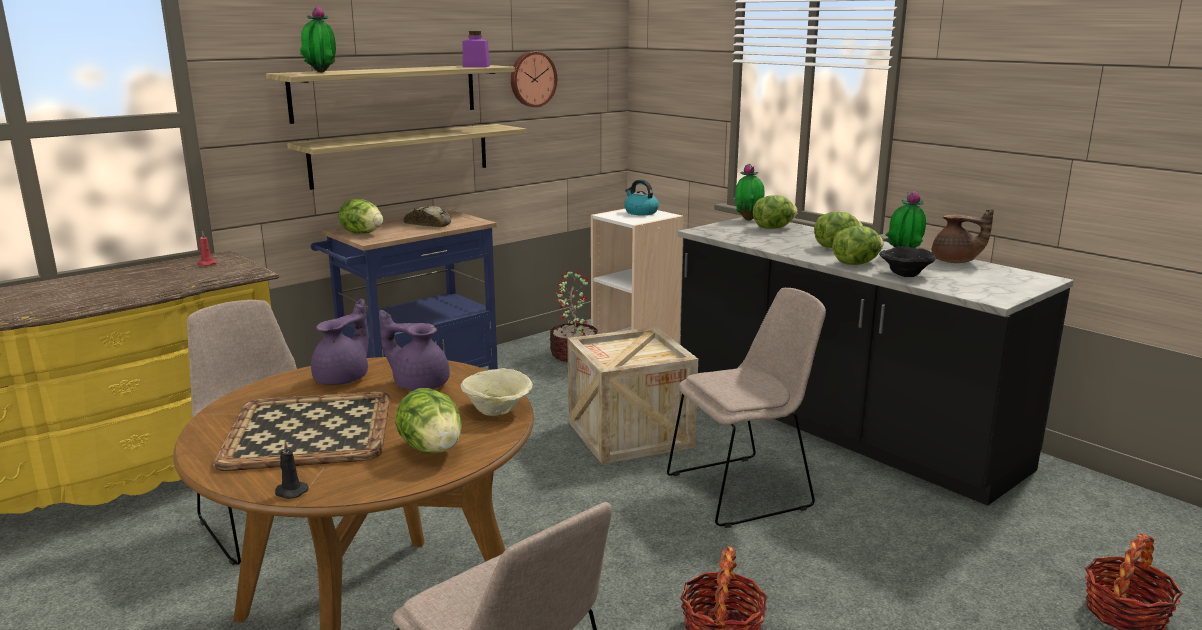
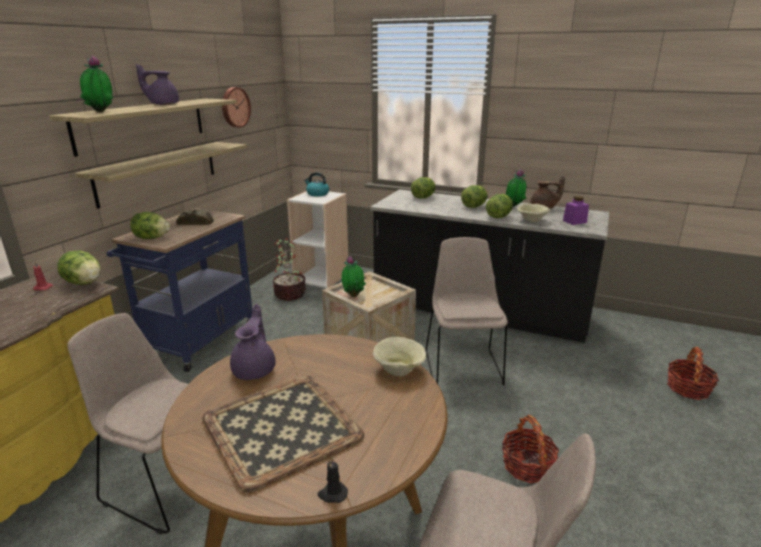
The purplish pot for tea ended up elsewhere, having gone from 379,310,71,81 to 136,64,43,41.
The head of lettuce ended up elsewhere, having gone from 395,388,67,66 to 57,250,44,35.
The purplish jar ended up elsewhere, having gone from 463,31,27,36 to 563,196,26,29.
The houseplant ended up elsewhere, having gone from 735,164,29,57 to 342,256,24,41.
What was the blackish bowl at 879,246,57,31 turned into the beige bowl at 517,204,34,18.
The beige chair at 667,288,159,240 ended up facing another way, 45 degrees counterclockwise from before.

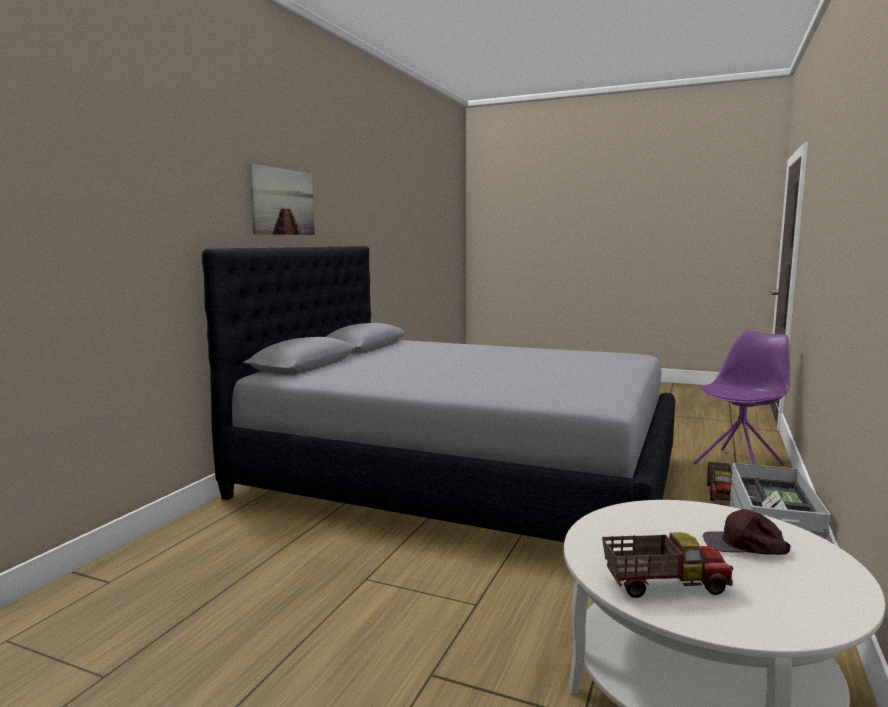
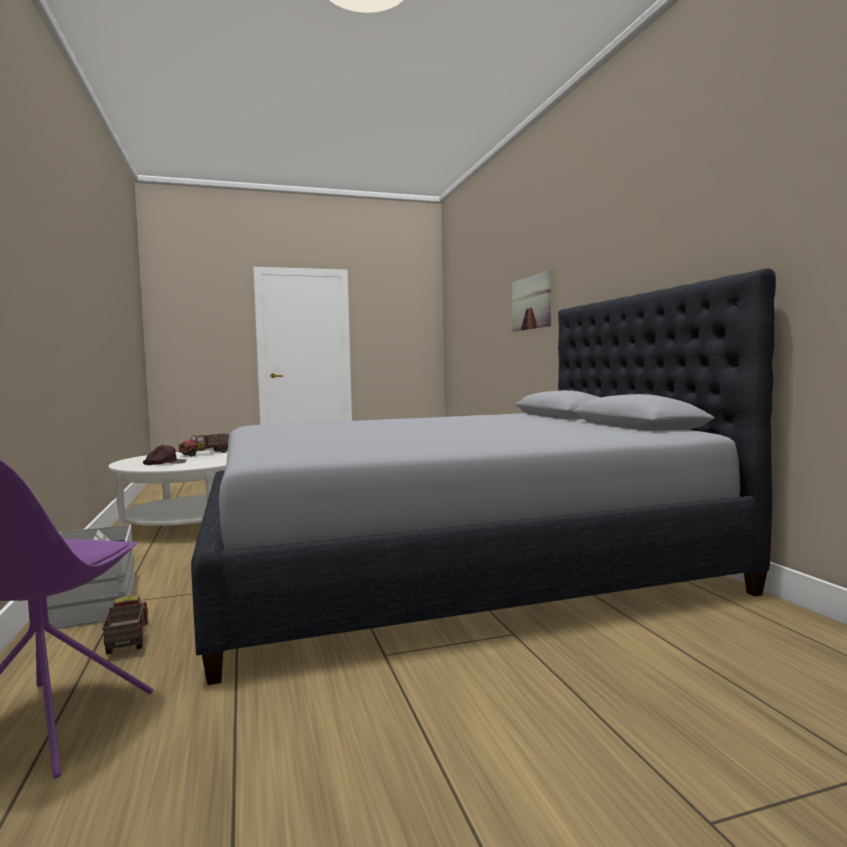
The wall picture ended up elsewhere, having gone from 249,164,66,71 to 512,270,39,62.

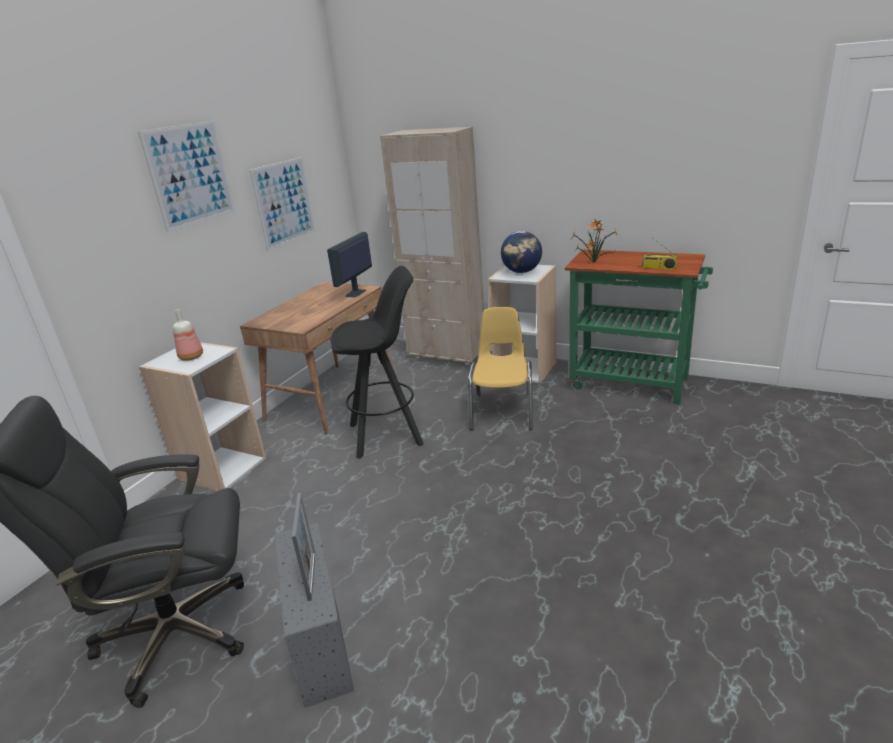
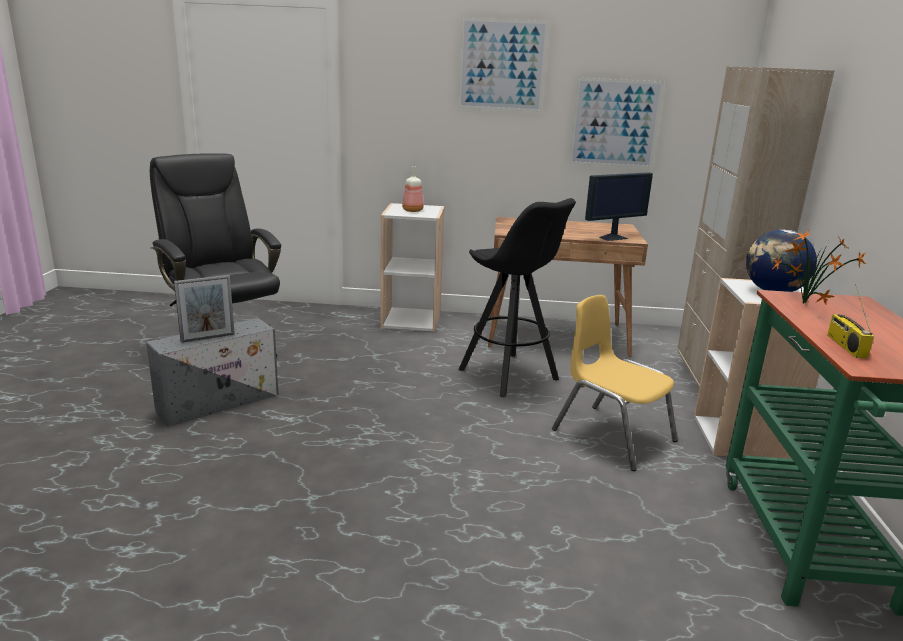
The computer display at 327,232,45,66 ended up facing another way, 150 degrees clockwise from before.
The yellow-coloured chair at 468,307,65,123 ended up facing another way, 120 degrees counterclockwise from before.

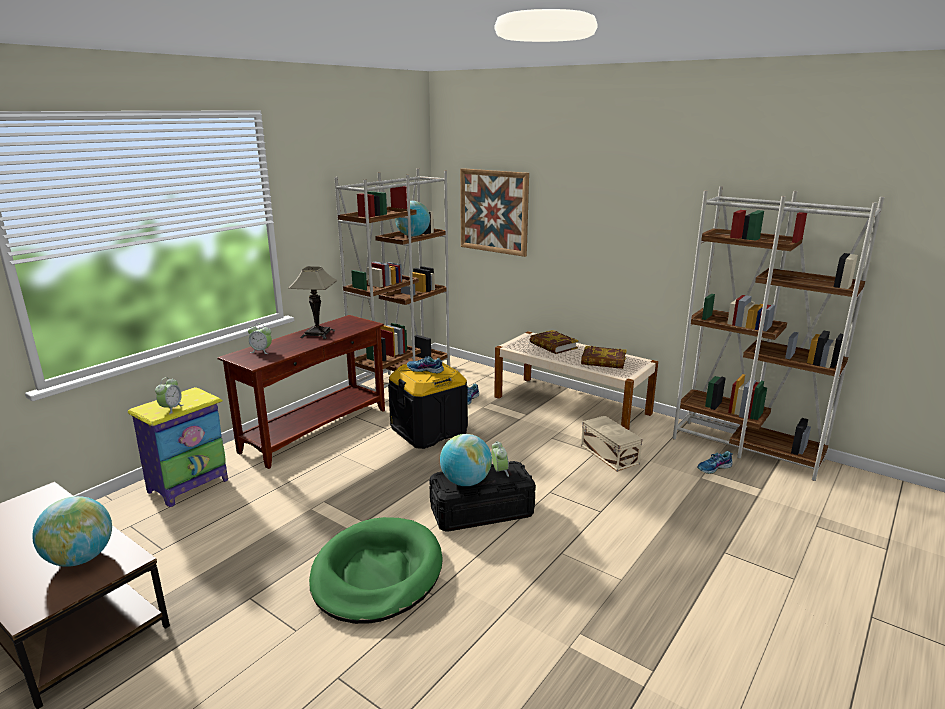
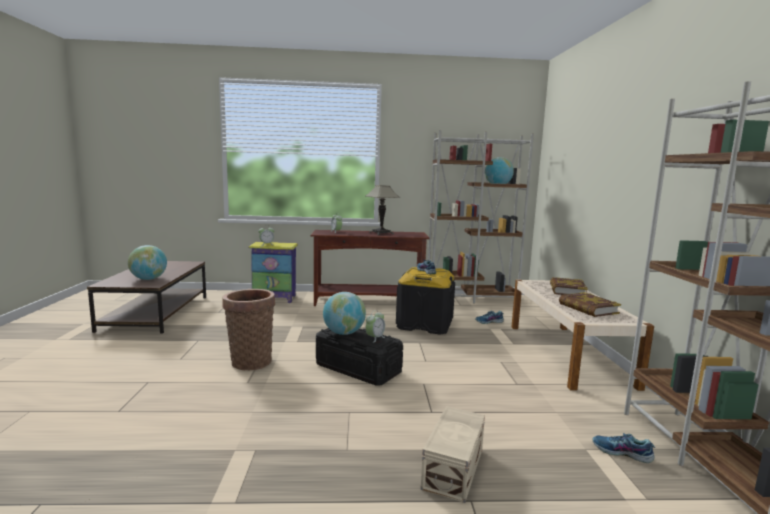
The second view lost the wall picture at 460,168,69,89.
The beige storage bin ended up elsewhere, having gone from 581,416,61,56 to 421,406,64,97.
Where the green-coloured dog cushion stood at 309,517,134,107, the basket came to stand at 222,289,53,81.

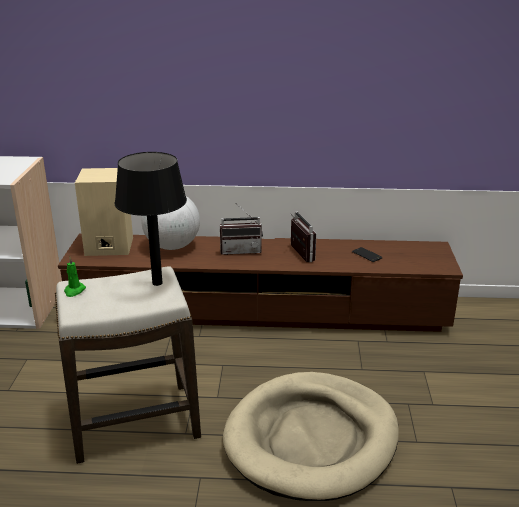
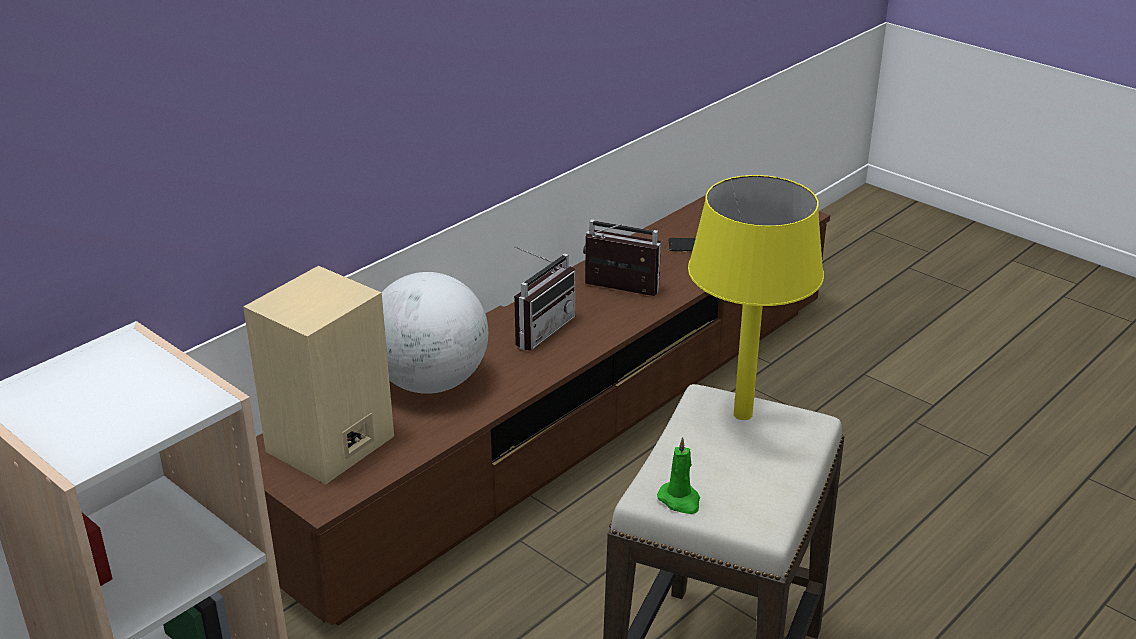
The second view lost the beige dog cushion at 223,372,175,129.
What was the blackish tabletop lamp at 115,152,72,134 turned into the yellow-coloured tabletop lamp at 688,175,136,245.

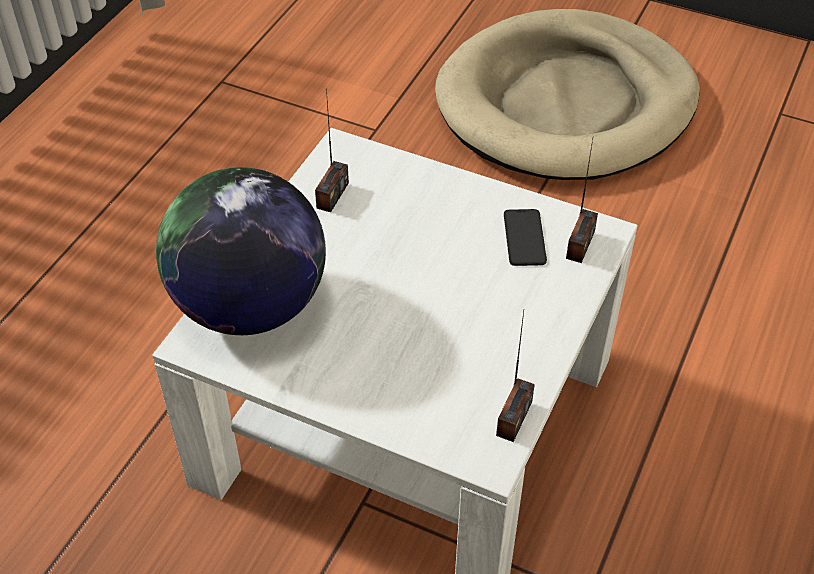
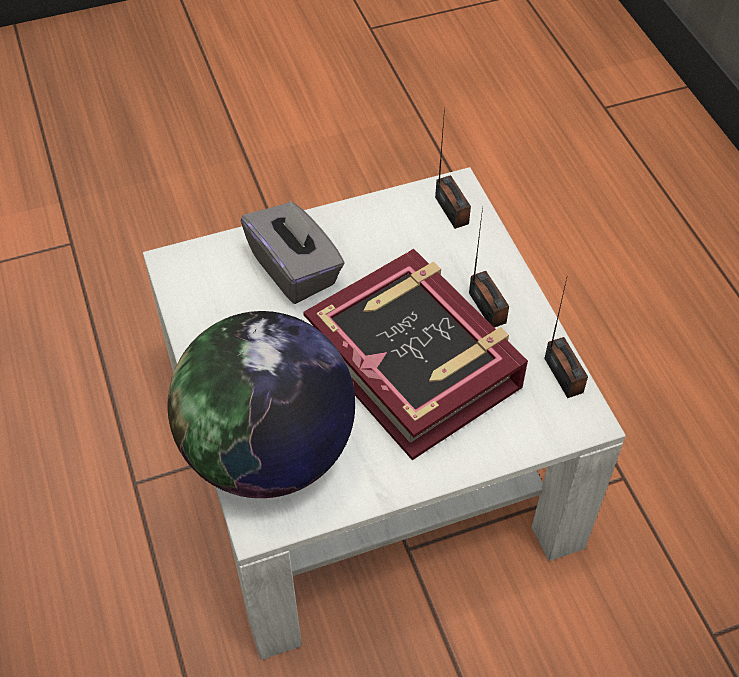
The second view lost the beige dog cushion at 435,9,265,171.
The second view lost the phone at 504,209,43,57.
The second view gained the grey tissue holder at 241,200,104,104.
The second view gained the book at 303,249,225,211.
The radio receiver ended up elsewhere, having gone from 315,88,34,124 to 469,207,40,121.

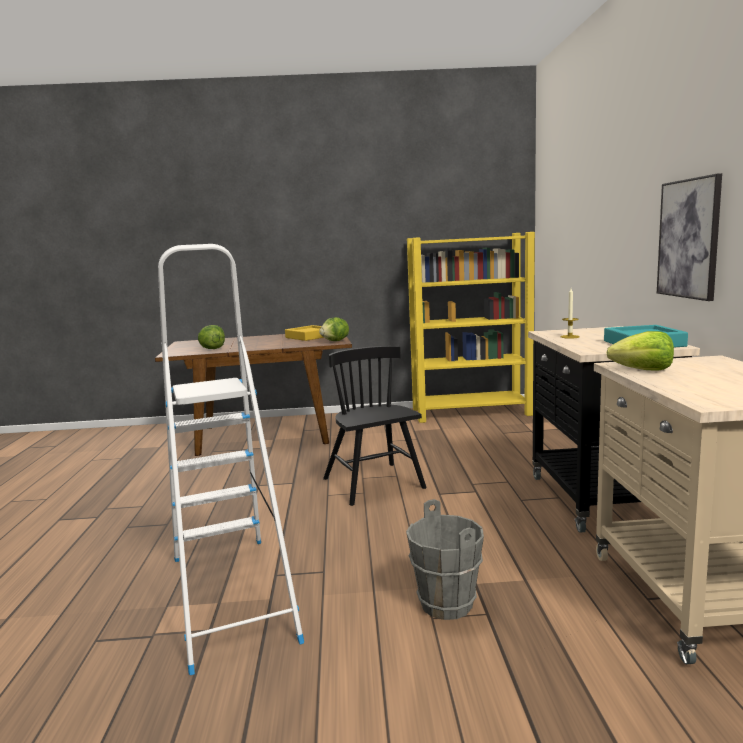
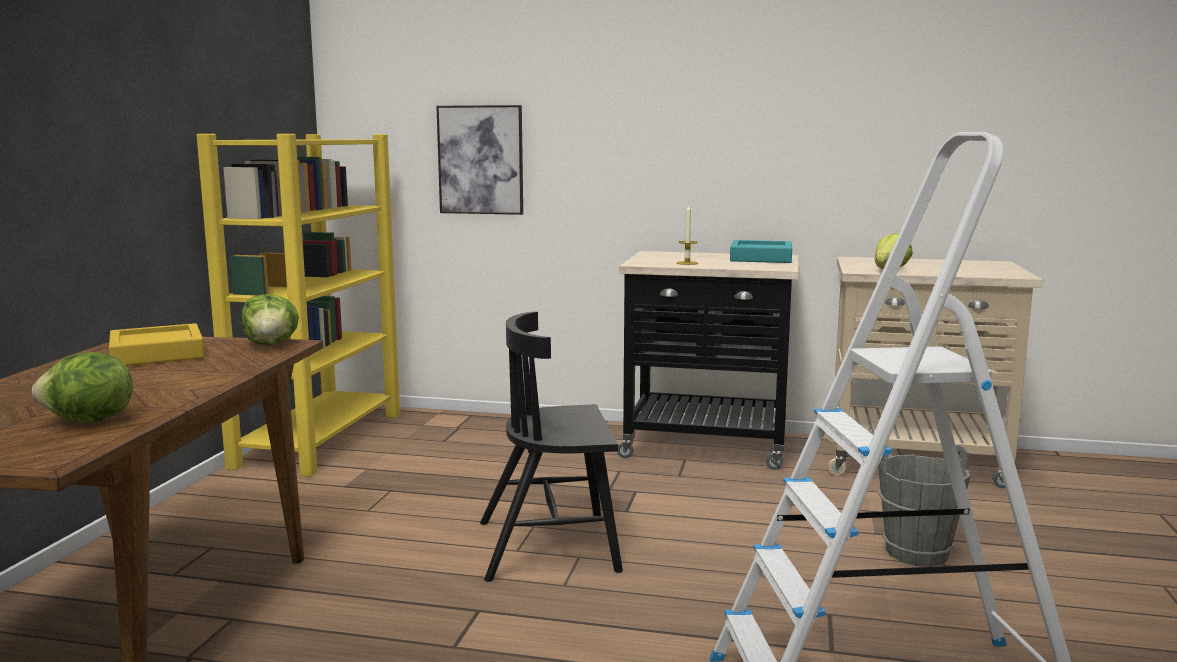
The wall picture ended up elsewhere, having gone from 657,173,65,128 to 436,105,87,110.

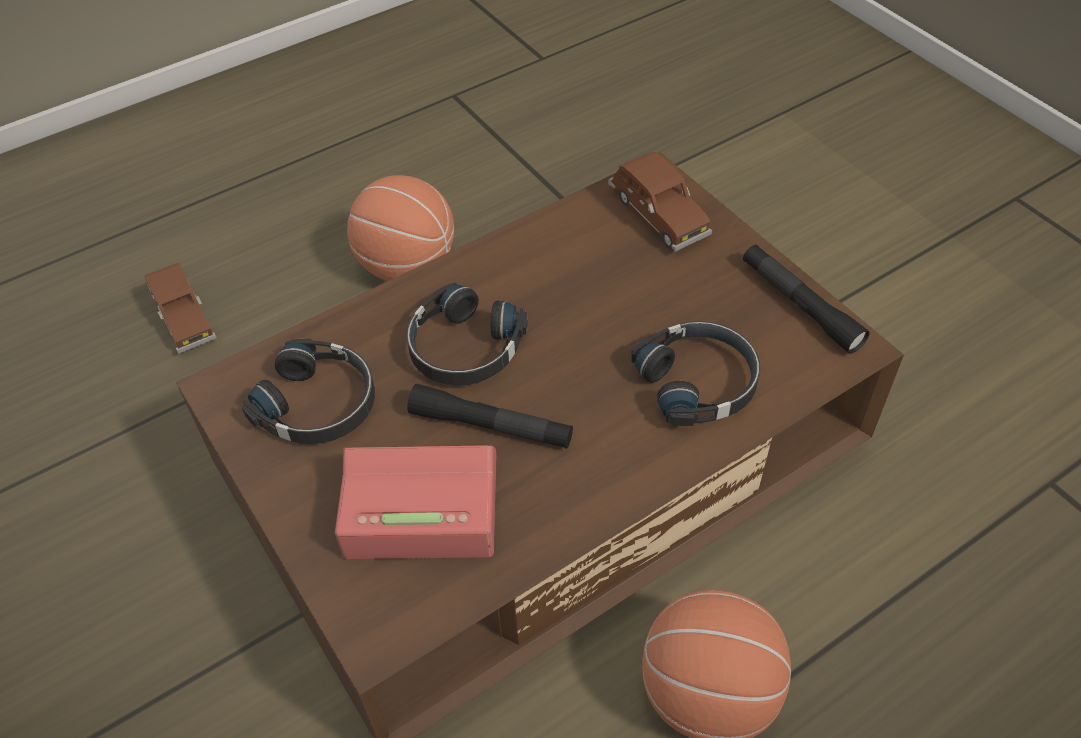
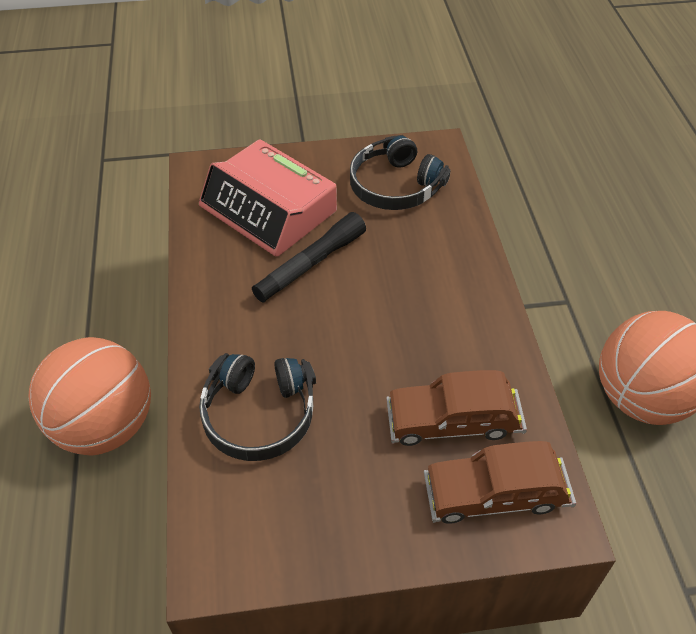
The second view lost the blackish headphones at 406,283,122,102.
The second view lost the blackish torch at 743,245,127,109.
The brownish miniature car ended up elsewhere, having gone from 145,263,72,91 to 387,370,140,76.
The table clock at 335,445,161,114 ended up facing another way, 105 degrees clockwise from before.

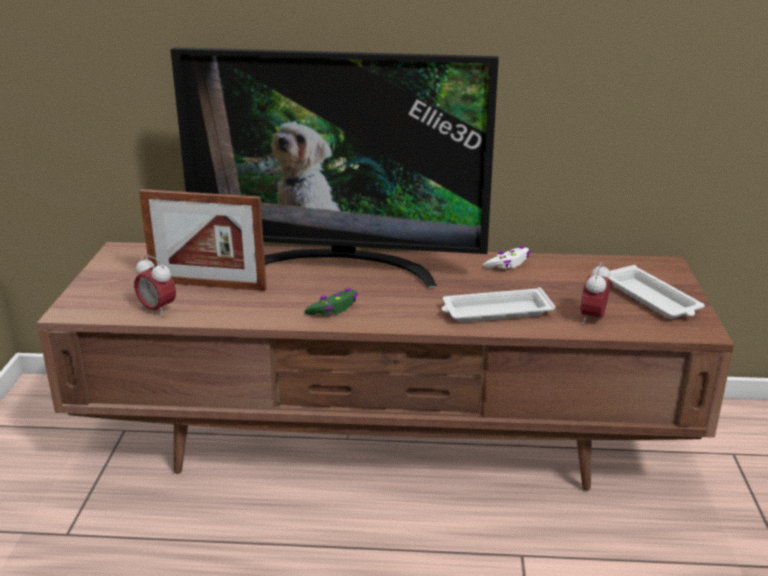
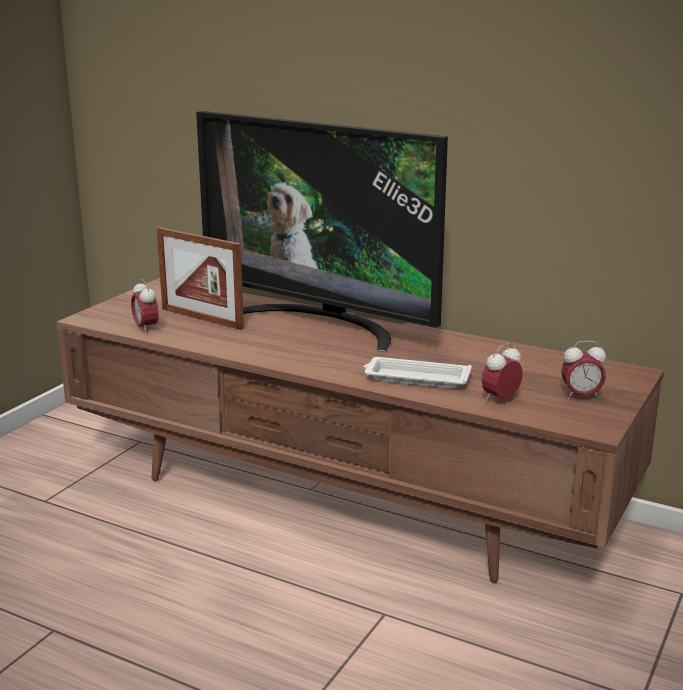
The second view lost the green-coloured game controller at 305,288,53,27.
The second view lost the white-coloured game controller at 483,246,47,23.
Where the white-coloured serving tray stood at 603,265,102,54, the table clock came to stand at 561,341,45,59.

